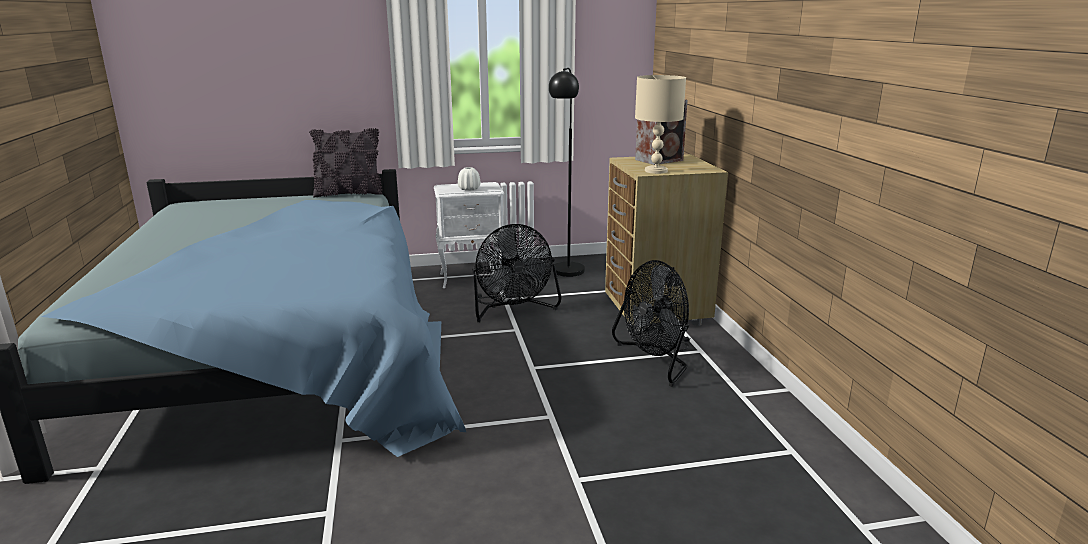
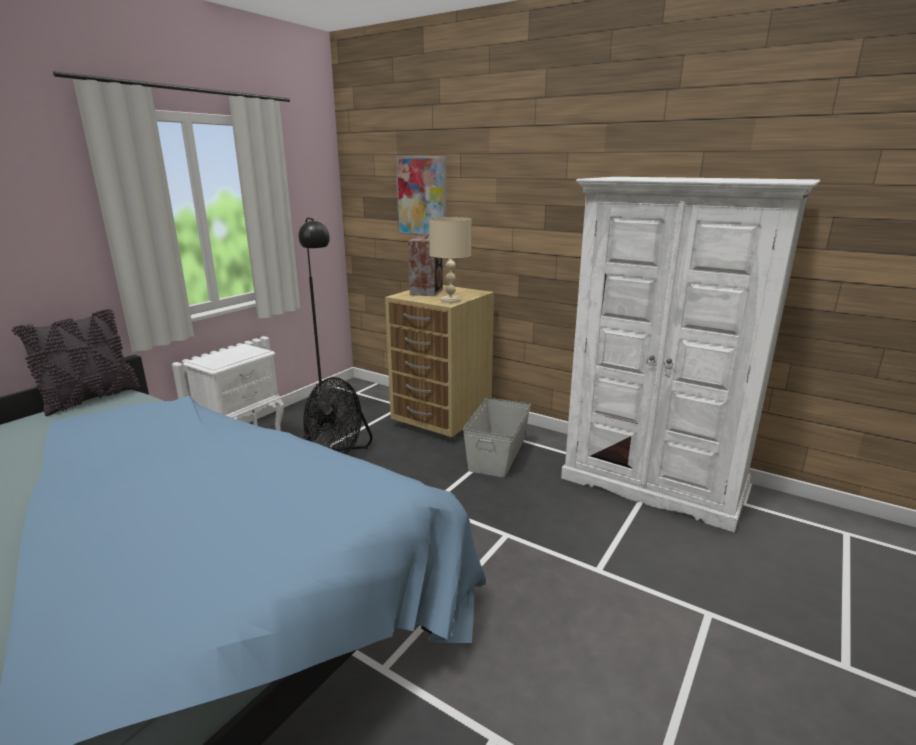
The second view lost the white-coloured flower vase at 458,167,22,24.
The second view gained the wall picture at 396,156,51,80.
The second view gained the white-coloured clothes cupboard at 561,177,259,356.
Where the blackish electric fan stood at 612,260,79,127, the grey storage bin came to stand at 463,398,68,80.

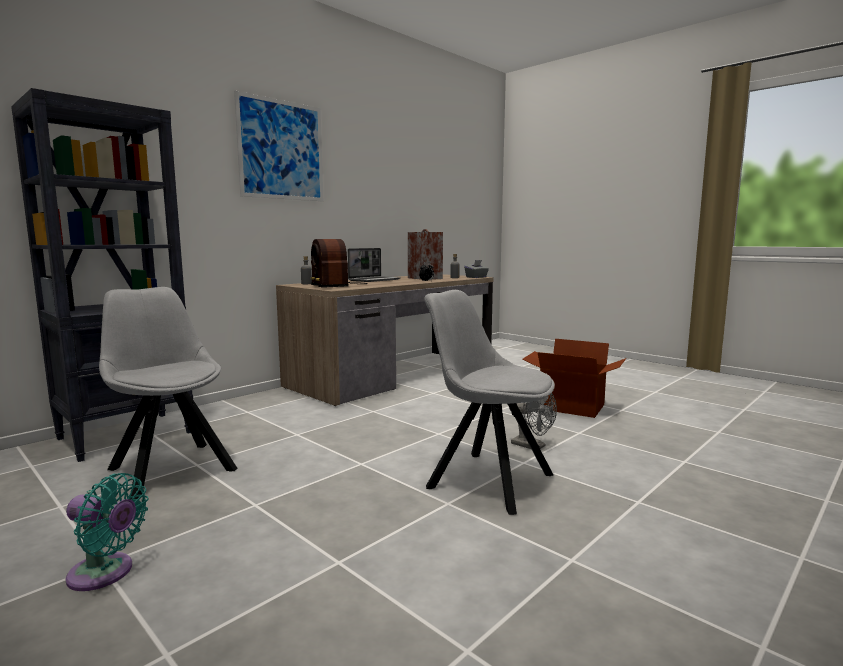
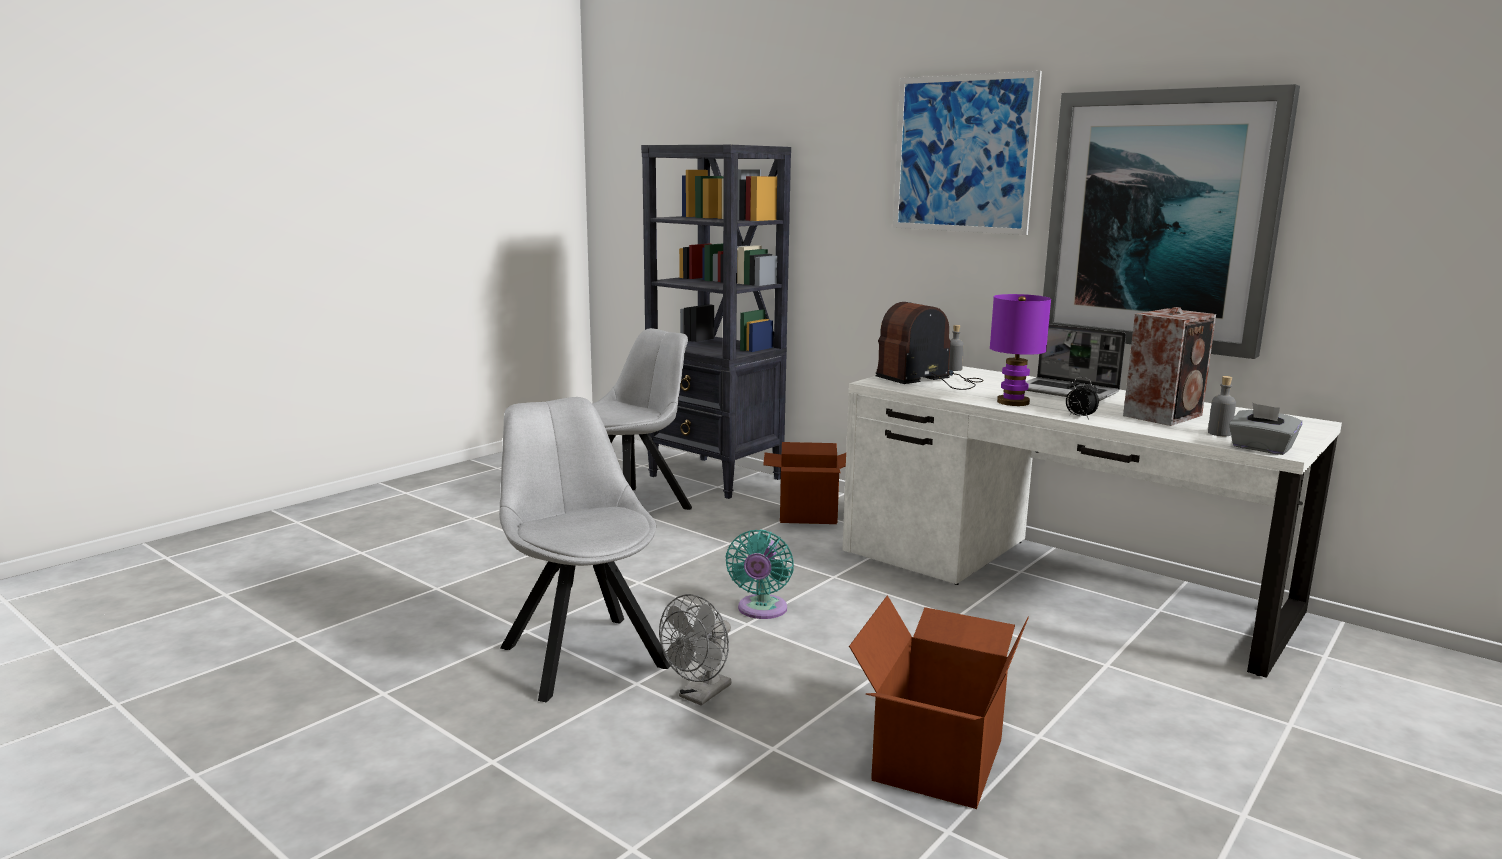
The second view gained the carton at 763,442,83,82.
The second view gained the purplish tabletop lamp at 990,294,61,112.
The second view gained the wall picture at 1043,84,257,275.
The turquoise-coloured electric fan ended up elsewhere, having gone from 65,473,83,118 to 725,530,69,89.
What was the brownish desk at 276,274,218,132 turned into the white-coloured desk at 842,366,500,312.
The grey chair at 425,290,130,225 ended up facing another way, 60 degrees counterclockwise from before.

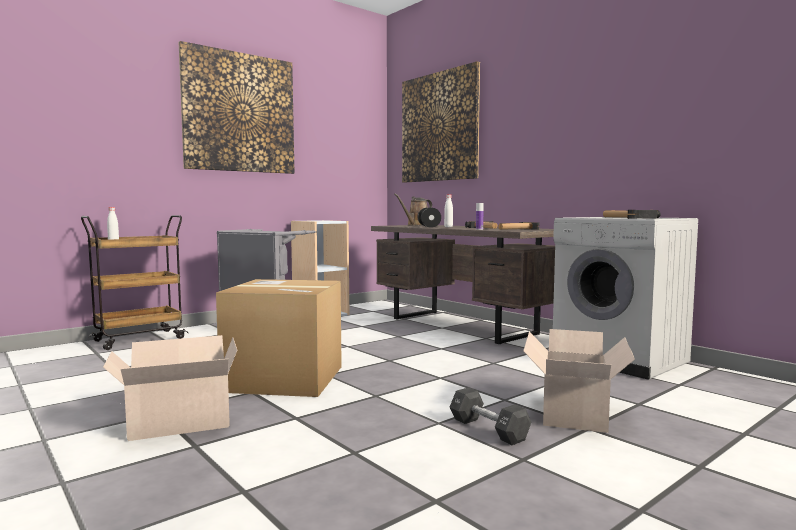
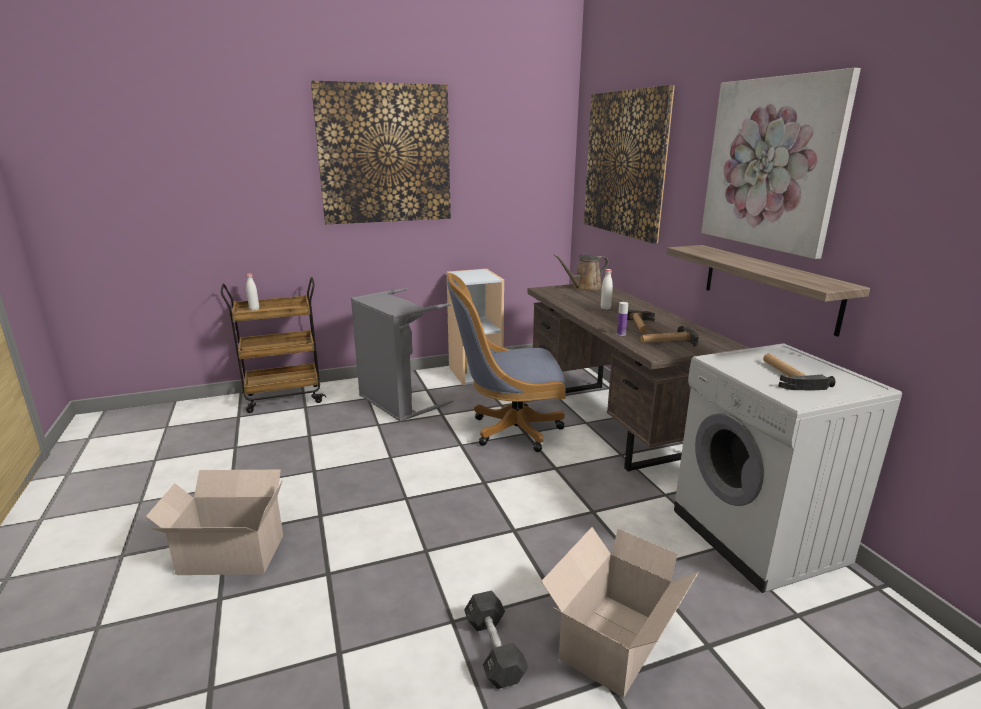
The second view lost the carton at 216,279,126,118.
The second view lost the blackish hand weight at 417,208,24,20.
The second view gained the bluish desk chair at 447,273,119,179.
The second view gained the bracket shelf at 666,245,204,92.
The second view gained the wall picture at 701,68,160,191.

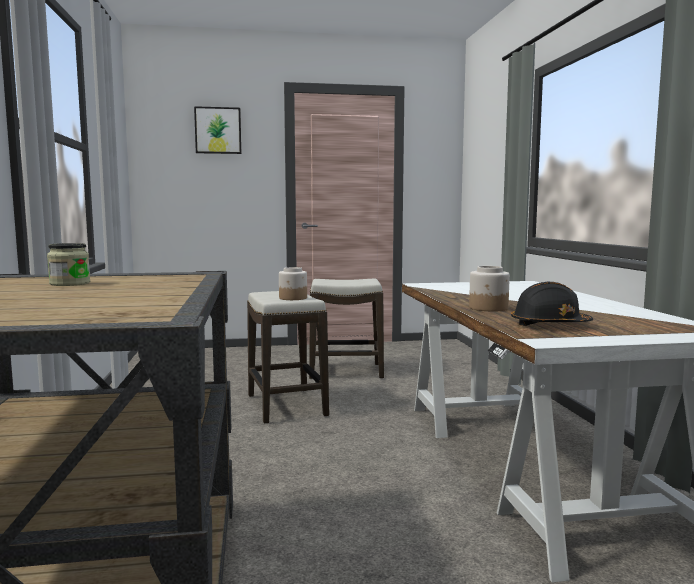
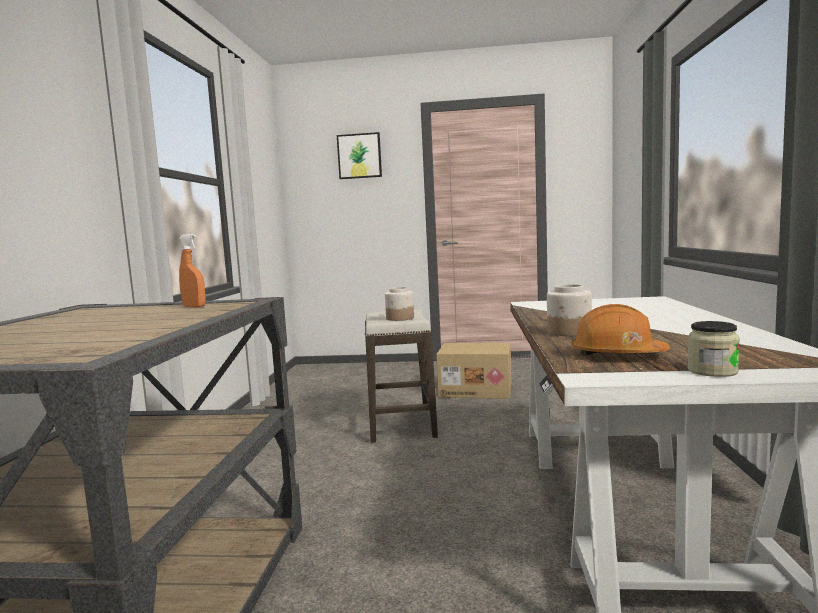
The second view gained the orangey hand sprayer at 179,234,27,73.
The jar ended up elsewhere, having gone from 47,243,43,43 to 687,321,53,56.
Where the stool seat stood at 309,279,75,100, the carton came to stand at 436,343,76,56.
What was the blackish work helmet at 511,282,82,44 turned into the orangey work helmet at 571,304,99,52.

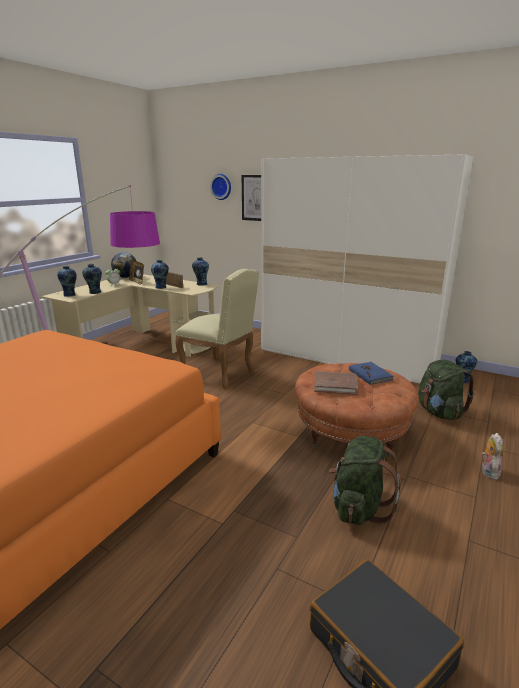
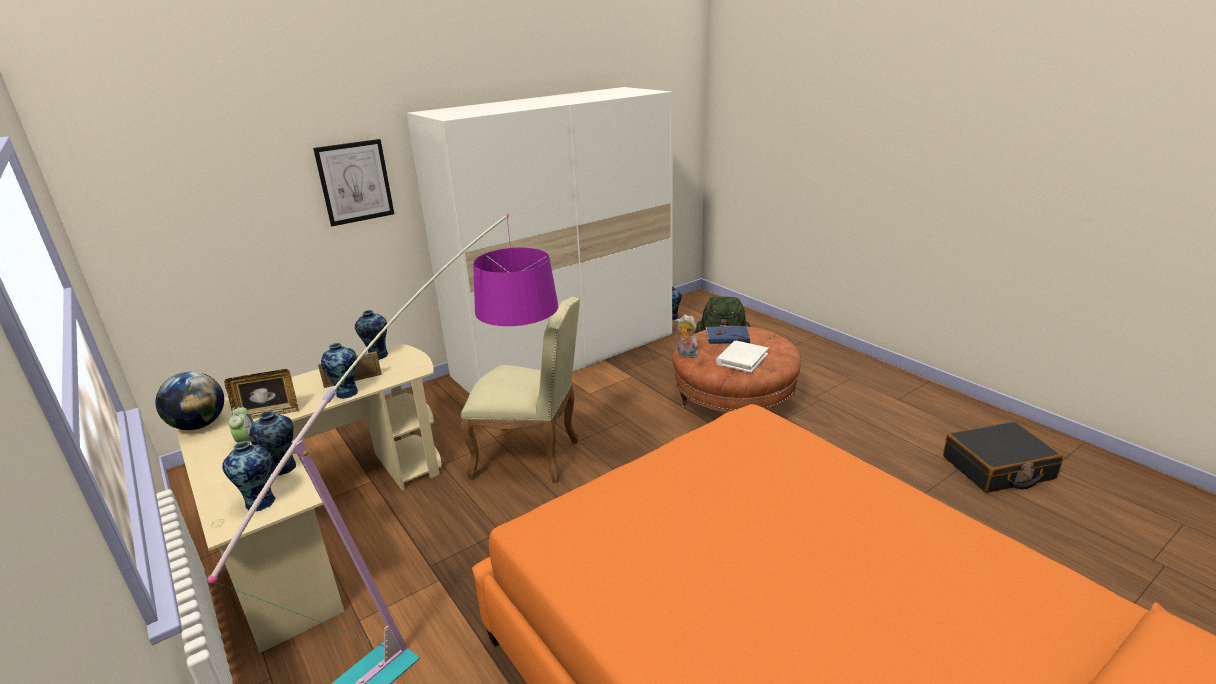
The second view lost the wall clock at 210,174,21,26.
The second view lost the green-coloured knapsack at 329,436,71,90.
The soft toy ended up elsewhere, having gone from 482,433,22,47 to 675,315,23,43.
What was the brownish book at 314,371,44,24 turned into the white-coloured book at 716,341,53,32.
The beige chair at 175,269,84,120 ended up facing another way, 45 degrees clockwise from before.

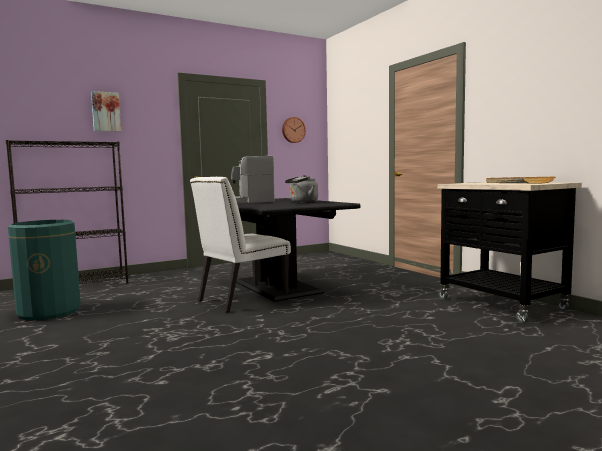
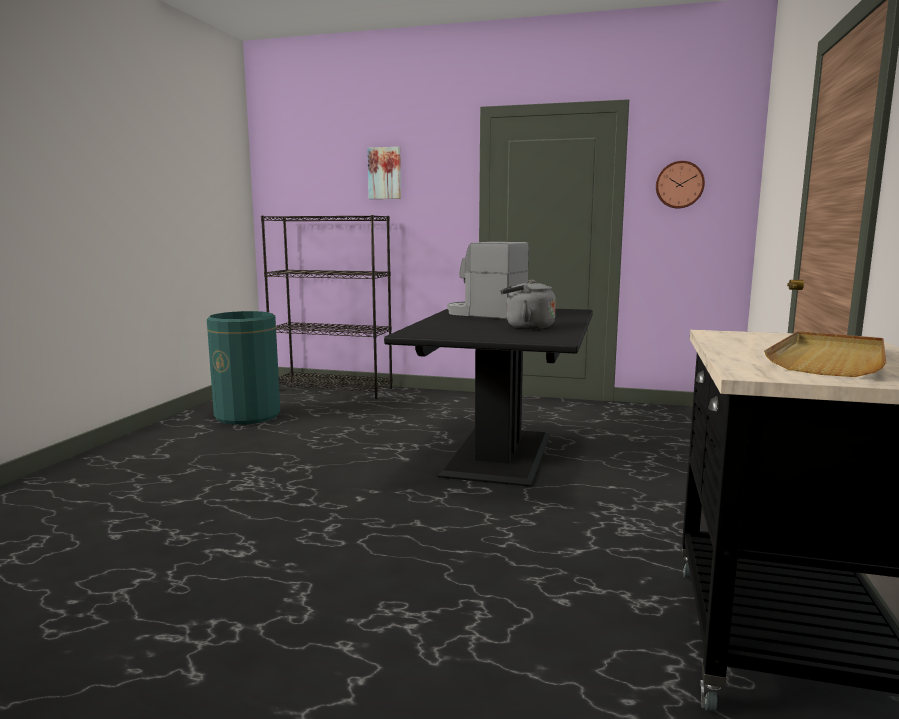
The second view lost the white-coloured chair at 190,177,101,135.

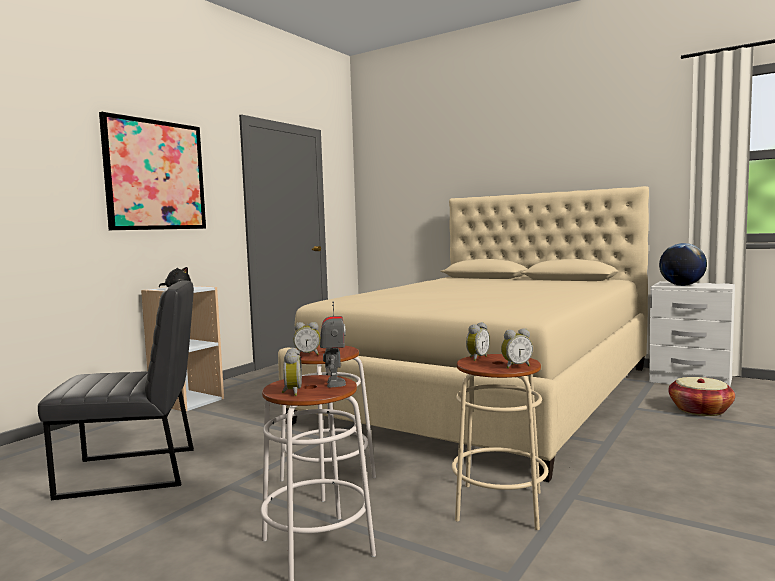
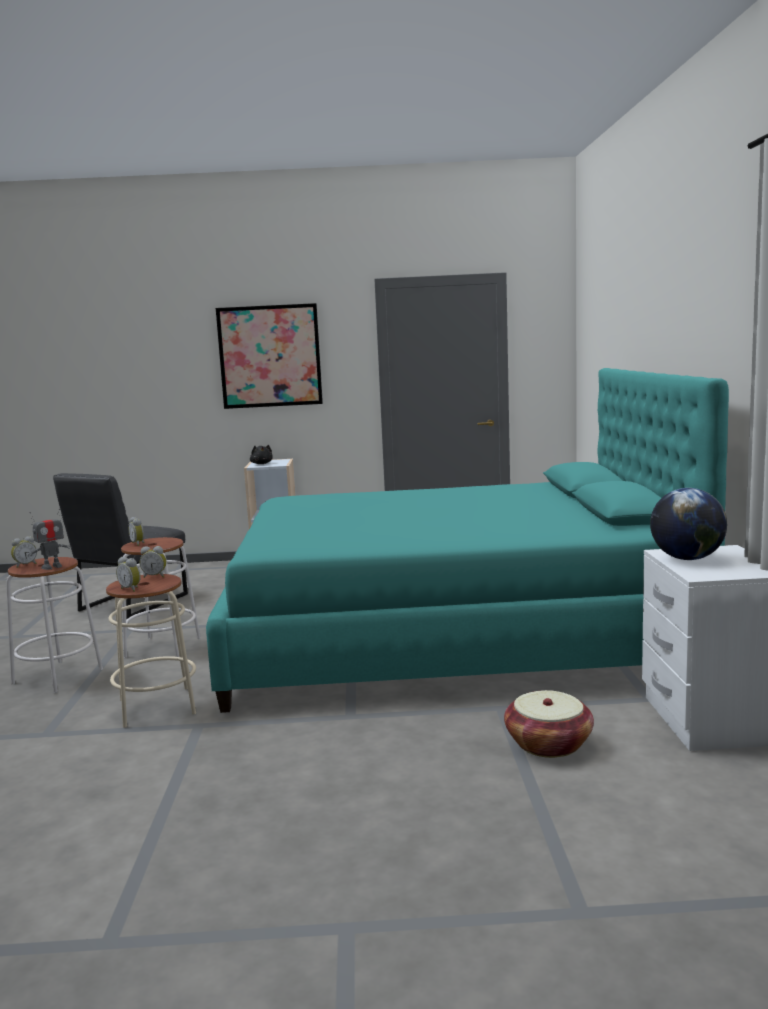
What was the beige bed at 278,186,371,296 turned into the turquoise-coloured bed at 206,368,523,345.
The grey chair at 38,280,156,220 ended up facing another way, 75 degrees clockwise from before.

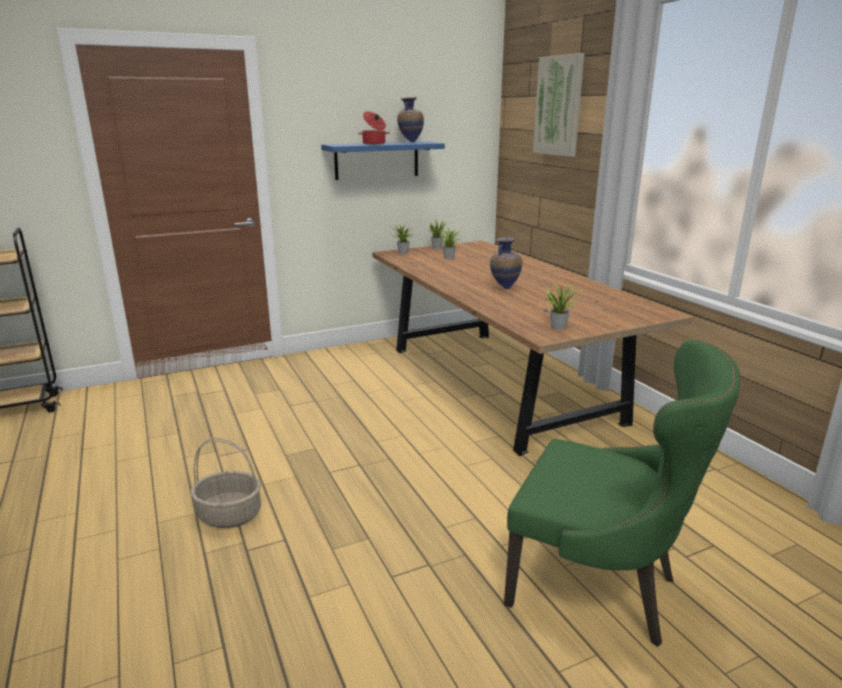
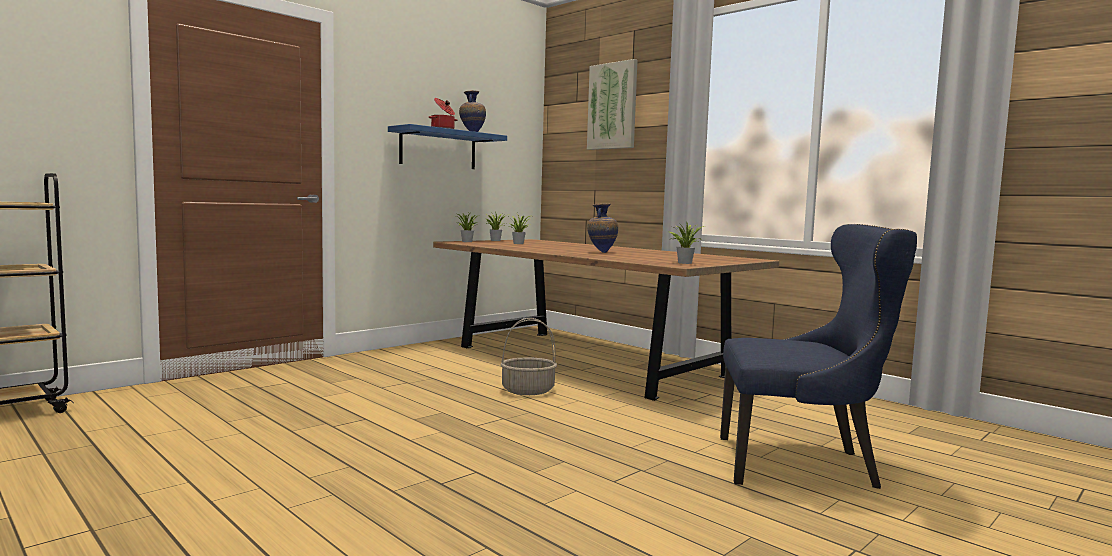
The basket ended up elsewhere, having gone from 191,438,70,90 to 501,318,56,77.
What was the green-coloured chair at 504,339,236,308 turned into the bluish chair at 720,224,197,265.

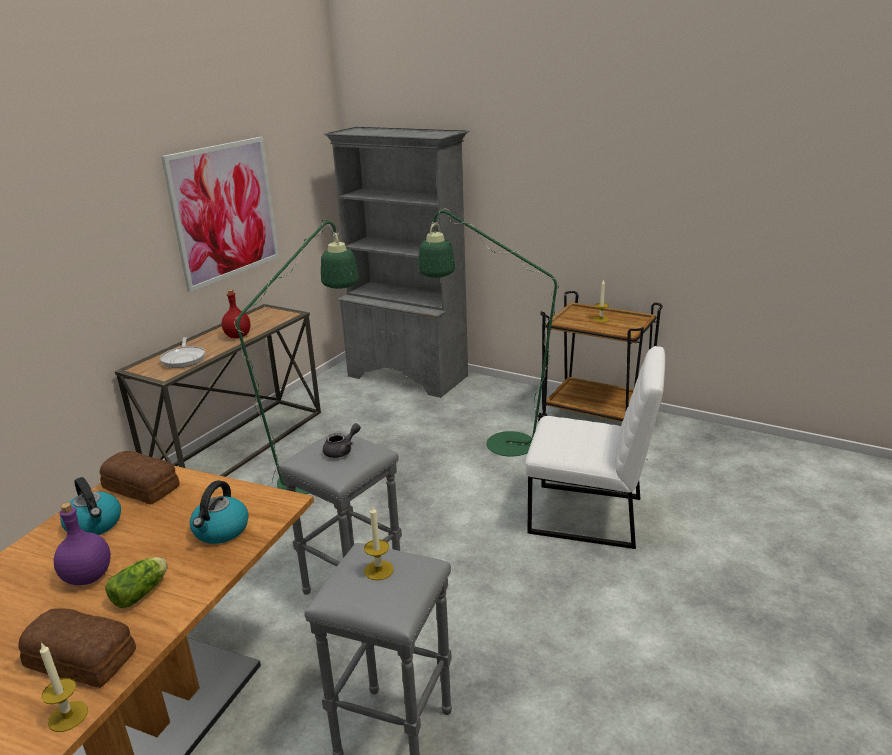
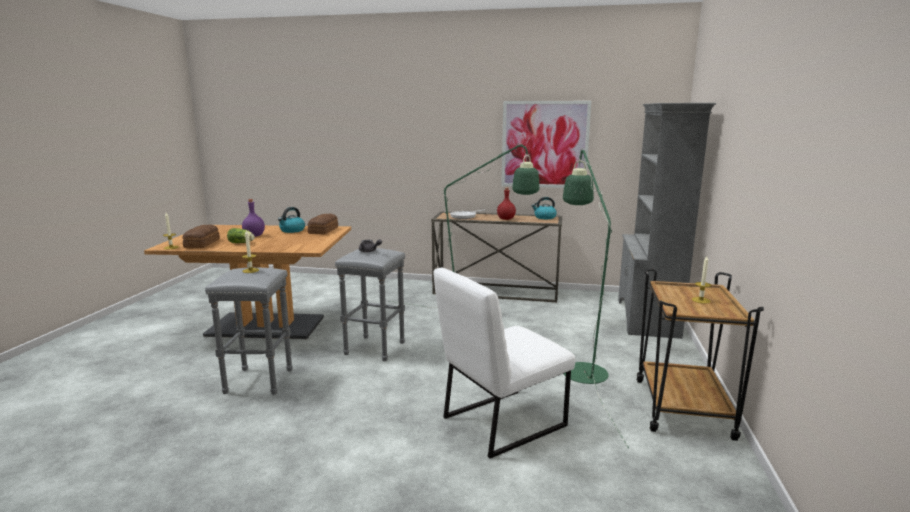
The kettle ended up elsewhere, having gone from 190,480,59,64 to 532,197,25,22.
The white-coloured chair at 525,346,140,203 ended up facing another way, 60 degrees clockwise from before.

